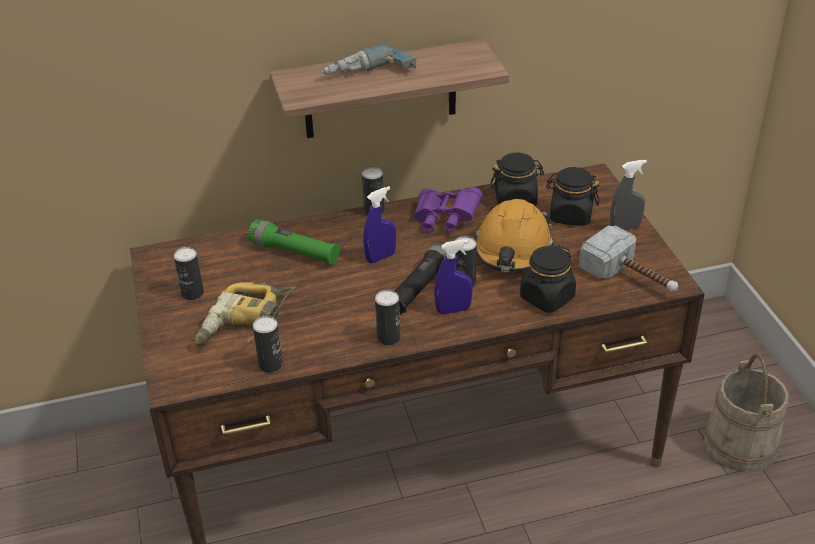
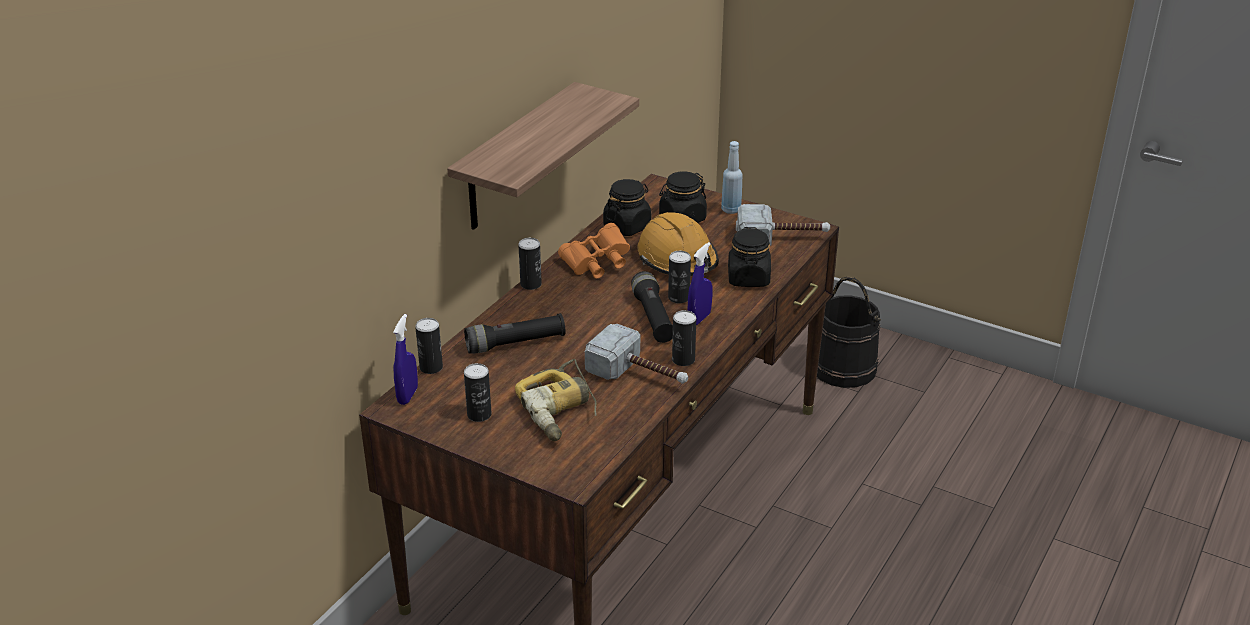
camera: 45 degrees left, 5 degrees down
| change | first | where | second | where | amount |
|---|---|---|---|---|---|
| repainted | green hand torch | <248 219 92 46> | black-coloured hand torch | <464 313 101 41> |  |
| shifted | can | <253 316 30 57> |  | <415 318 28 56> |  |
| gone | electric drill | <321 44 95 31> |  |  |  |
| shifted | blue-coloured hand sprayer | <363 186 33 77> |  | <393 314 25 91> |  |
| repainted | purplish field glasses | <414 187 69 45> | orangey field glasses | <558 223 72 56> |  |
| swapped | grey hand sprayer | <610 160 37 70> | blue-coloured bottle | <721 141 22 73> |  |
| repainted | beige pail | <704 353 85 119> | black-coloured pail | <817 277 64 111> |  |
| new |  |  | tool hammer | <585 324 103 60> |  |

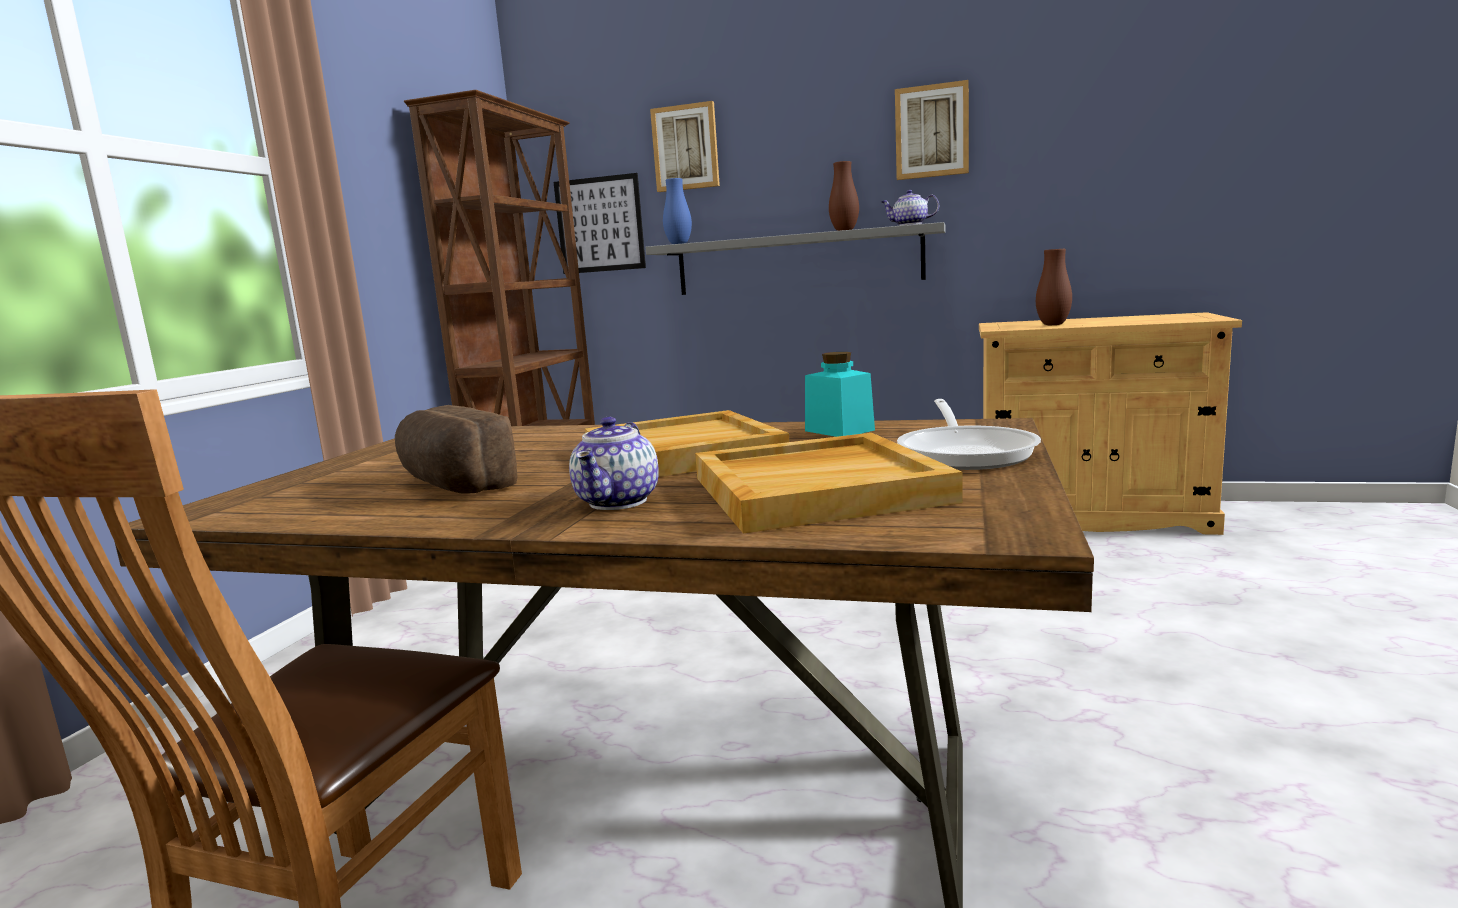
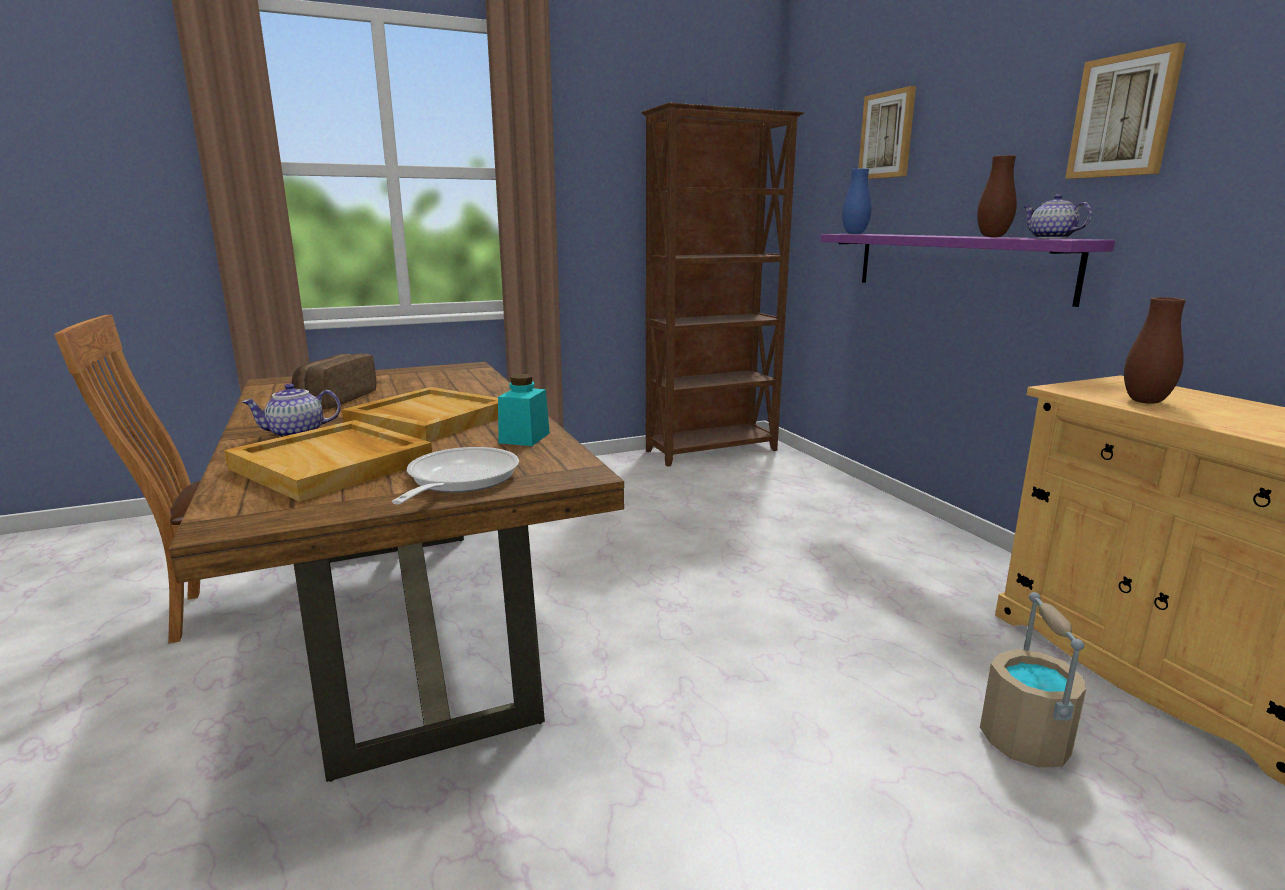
camera: 50 degrees right, 5 degrees up
| change | first | where | second | where | amount |
|---|---|---|---|---|---|
| gone | wall picture | <554 173 92 101> |  |  |  |
| repainted | grey shelf | <646 222 299 73> | purplish shelf | <821 234 294 73> |  |
| rotated | pan | <897 399 144 71> |  | <392 447 127 57> | 135 degrees clockwise |
| new |  |  | beige pail | <980 592 106 175> |  |

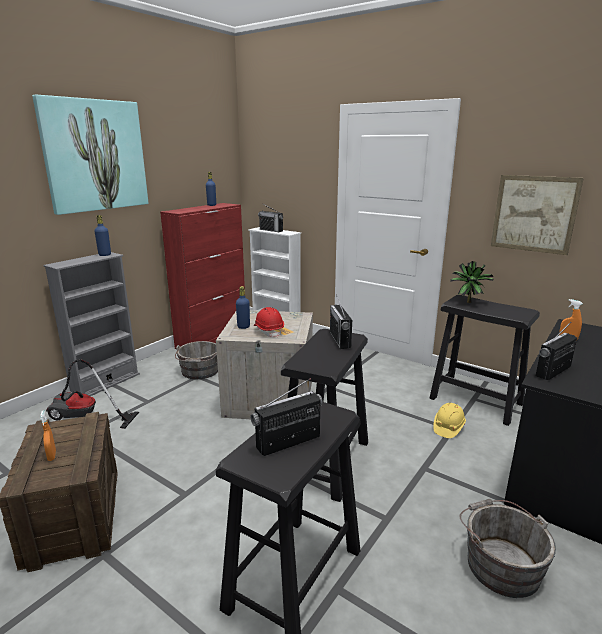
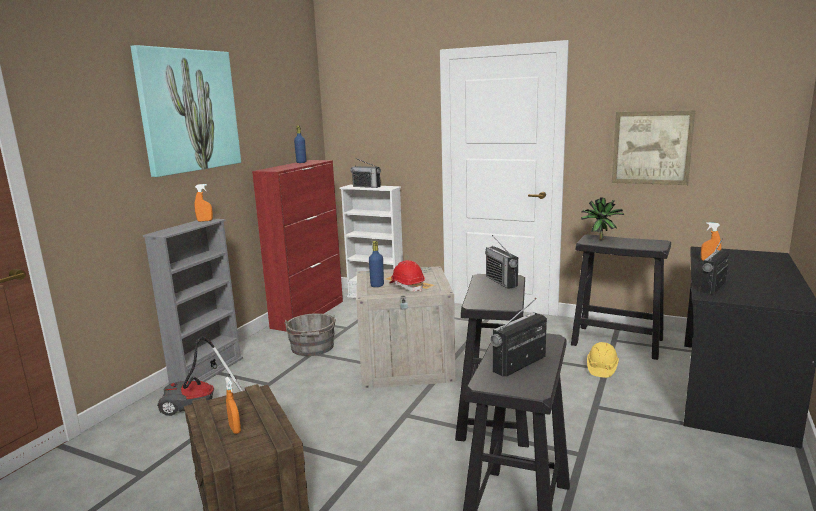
camera: 10 degrees left, 5 degrees down
| change | first | where | second | where | amount |
|---|---|---|---|---|---|
| swapped | blue-coloured bottle | <94 215 17 41> | orangey hand sprayer | <195 184 18 38> |  |
| gone | grey pail | <459 499 97 99> |  |  |  |

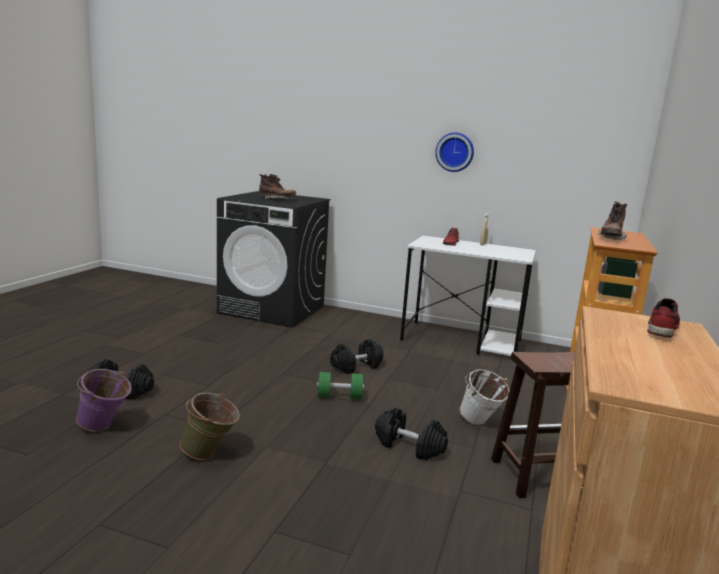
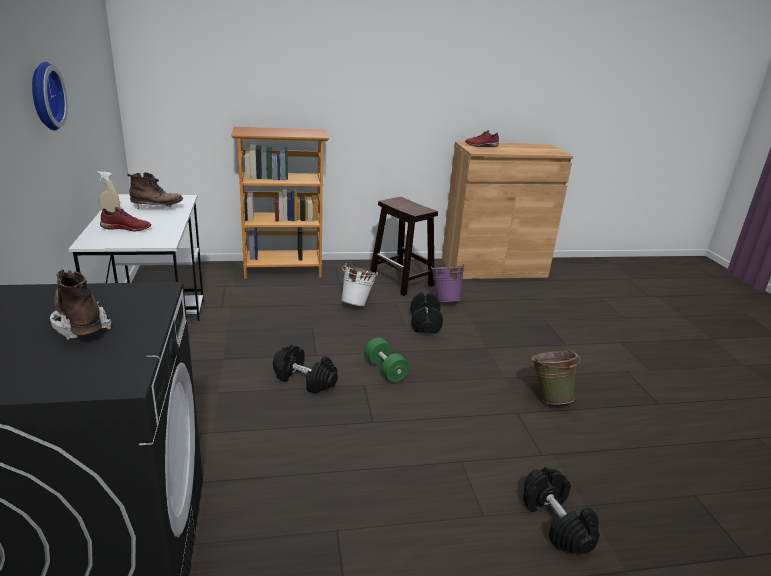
camera: 120 degrees left, 10 degrees up
| change | first | where | second | where | amount |
|---|---|---|---|---|---|
| shifted | purplish pail | <76 369 56 63> |  | <431 264 35 38> |  |
| shifted | brown high-top boot | <598 202 29 38> |  | <127 172 56 37> |  |

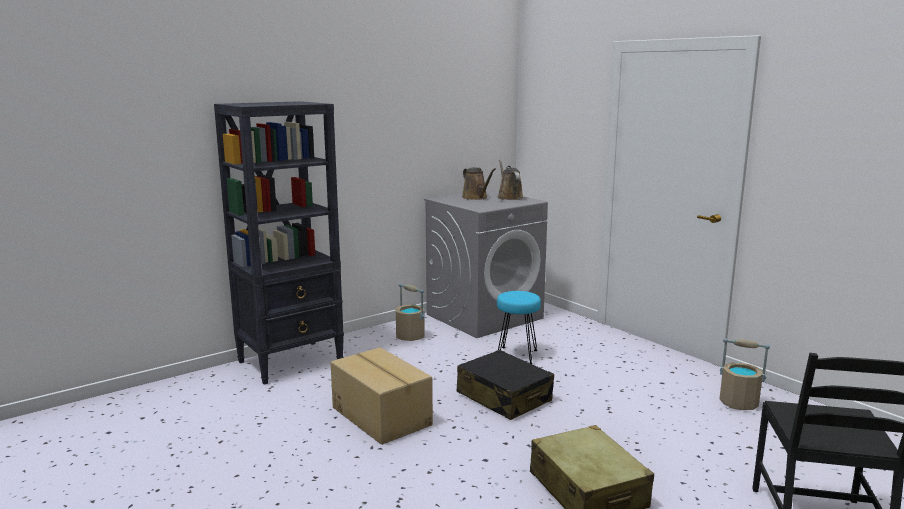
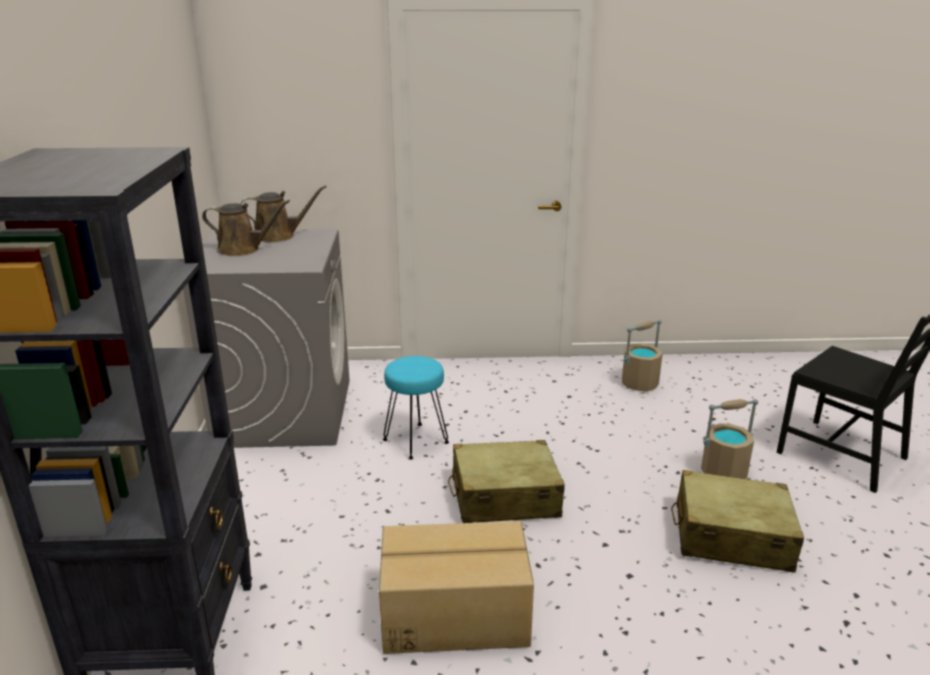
camera: 55 degrees left, 10 degrees up
| change | first | where | second | where | amount |
|---|---|---|---|---|---|
| shifted | beige pail | <396 283 29 58> |  | <701 399 57 80> |  |
| repainted | black-coloured suitcase | <457 350 97 70> | beige suitcase | <448 440 117 83> |  |
| rotated | brown sprinkling can | <498 160 26 40> |  | <241 185 86 57> | 150 degrees clockwise |

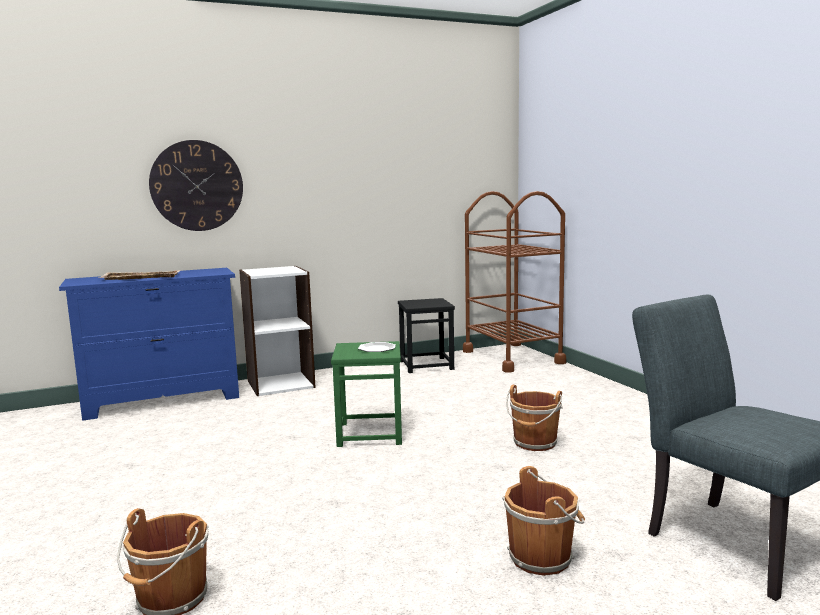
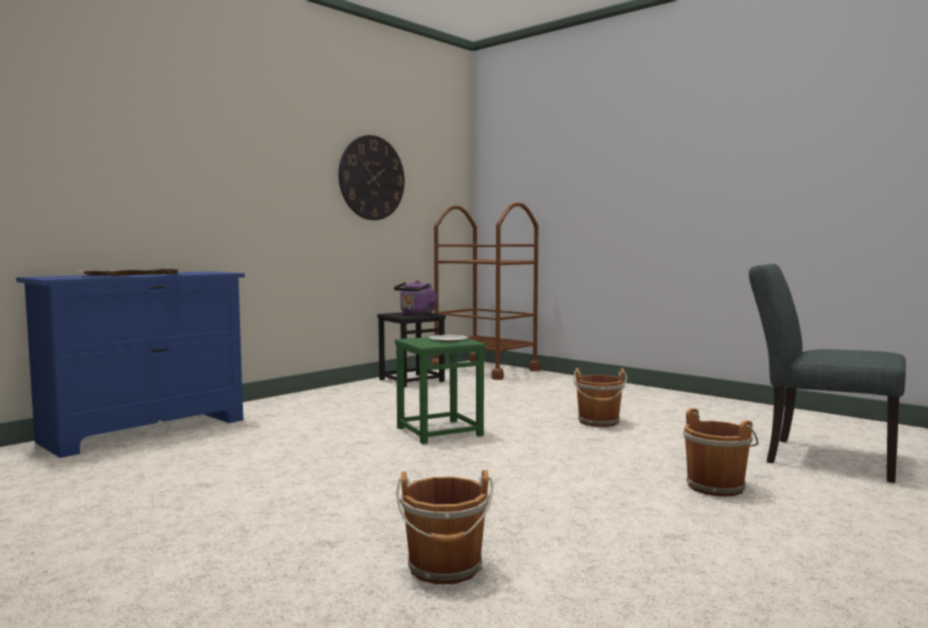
camera: 25 degrees left, 5 degrees down
| change | first | where | second | where | amount |
|---|---|---|---|---|---|
| shifted | hanging clock | <149 140 94 91> |  | <338 135 67 85> |  |
| gone | white-coloured bookshelf | <239 266 77 130> |  |  |  |
| new |  |  | purplish tea kettle | <394 280 44 35> |  |

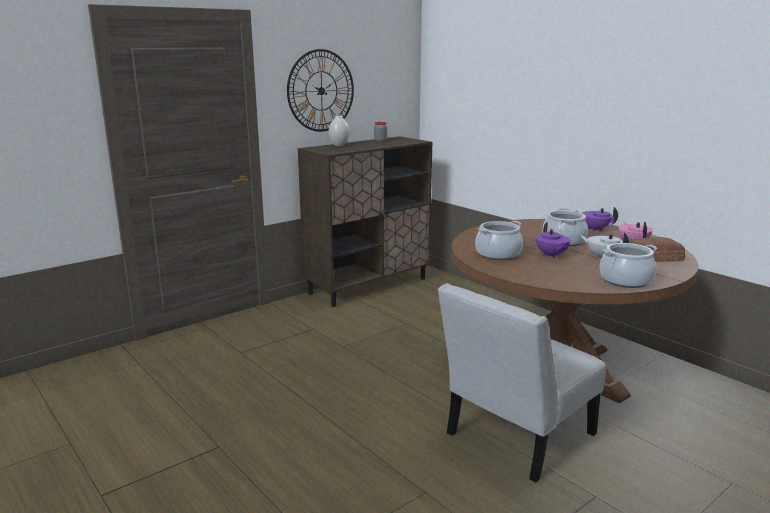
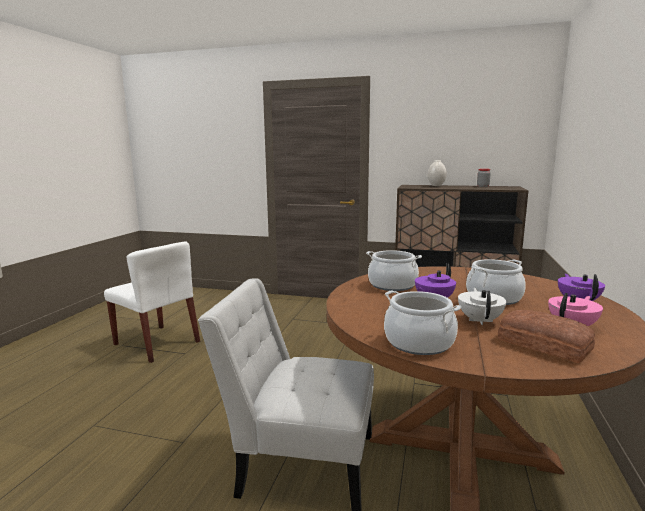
camera: 55 degrees right, 5 degrees down
| change | first | where | second | where | amount |
|---|---|---|---|---|---|
| gone | hanging clock | <287 49 67 83> |  |  |  |
| new |  |  | white-coloured chair | <104 241 96 122> |  |

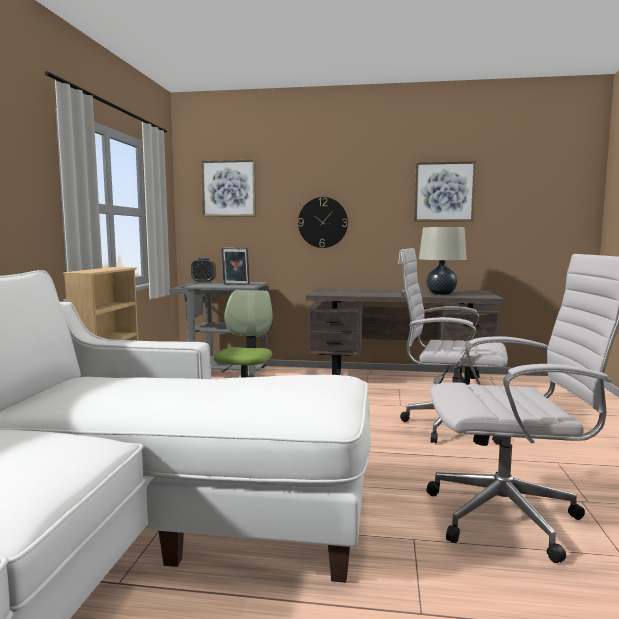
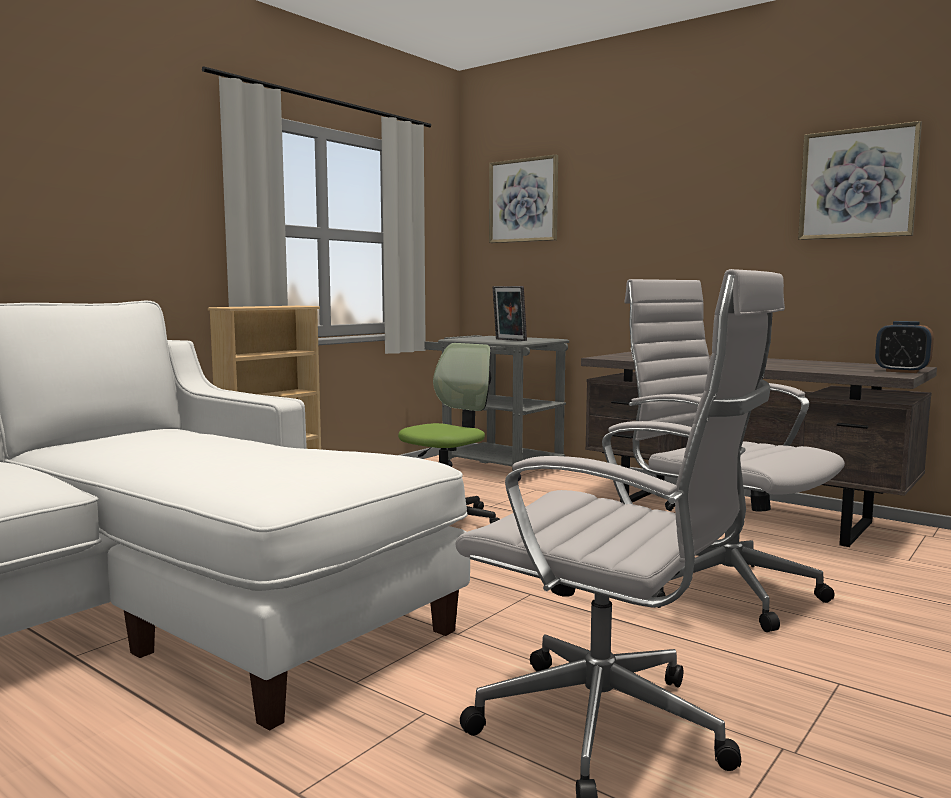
camera: 30 degrees right, 0 degrees up
| change | first | where | second | where | amount |
|---|---|---|---|---|---|
| shifted | table clock | <191 258 25 24> |  | <875 321 59 52> |  |
| gone | hanging clock | <298 197 50 51> |  |  |  |
| gone | beige tabletop lamp | <419 227 48 68> |  |  |  |

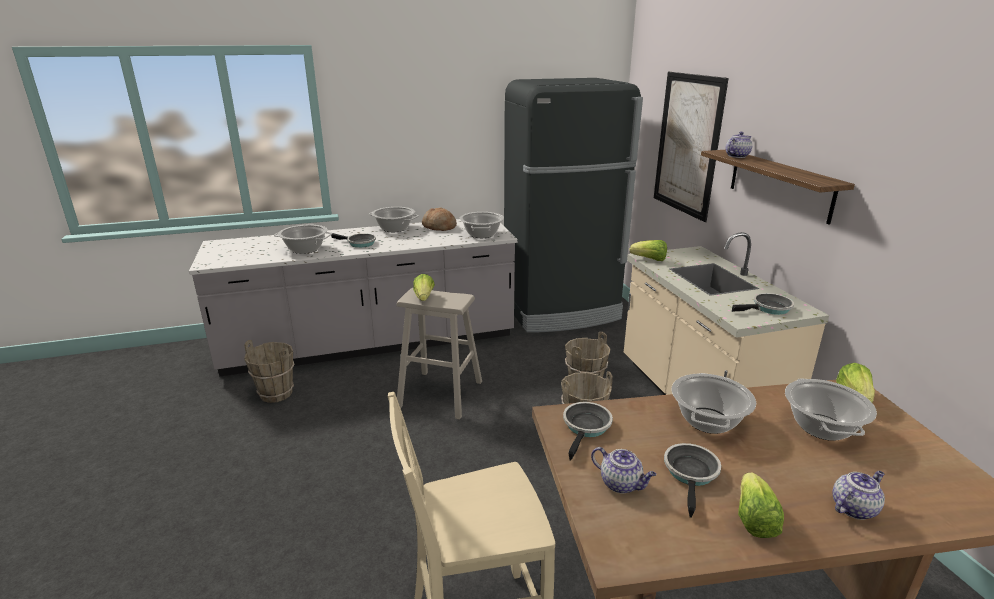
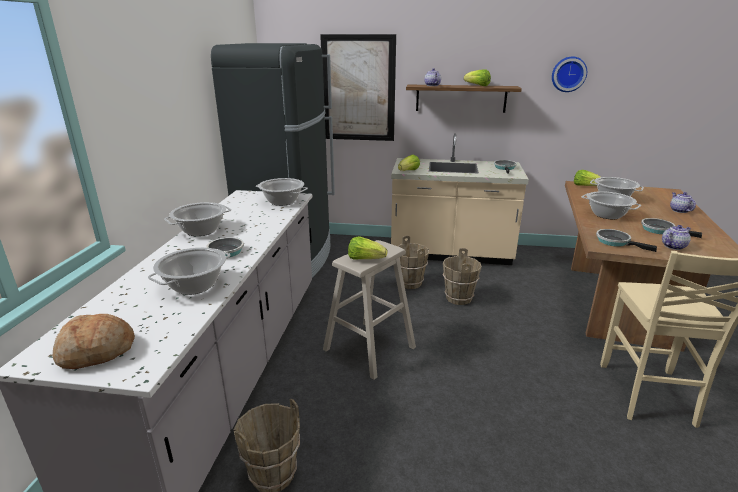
camera: 65 degrees left, 0 degrees up
| change | first | where | second | where | amount |
|---|---|---|---|---|---|
| shifted | bakery bread | <422 207 35 24> |  | <53 314 82 55> |  |
| shifted | lettuce head | <738 472 46 66> |  | <464 69 27 17> |  |
| new |  |  | hanging clock | <552 57 35 35> |  |

